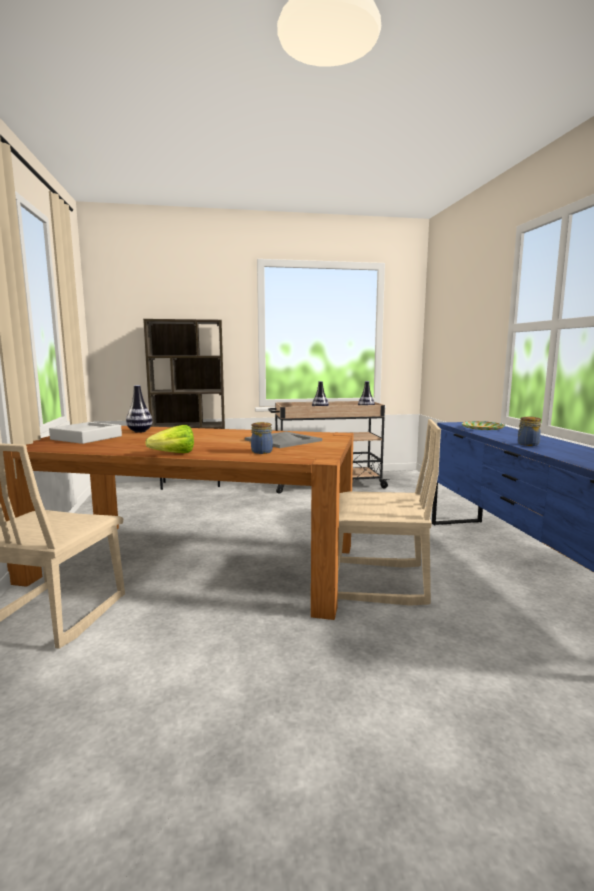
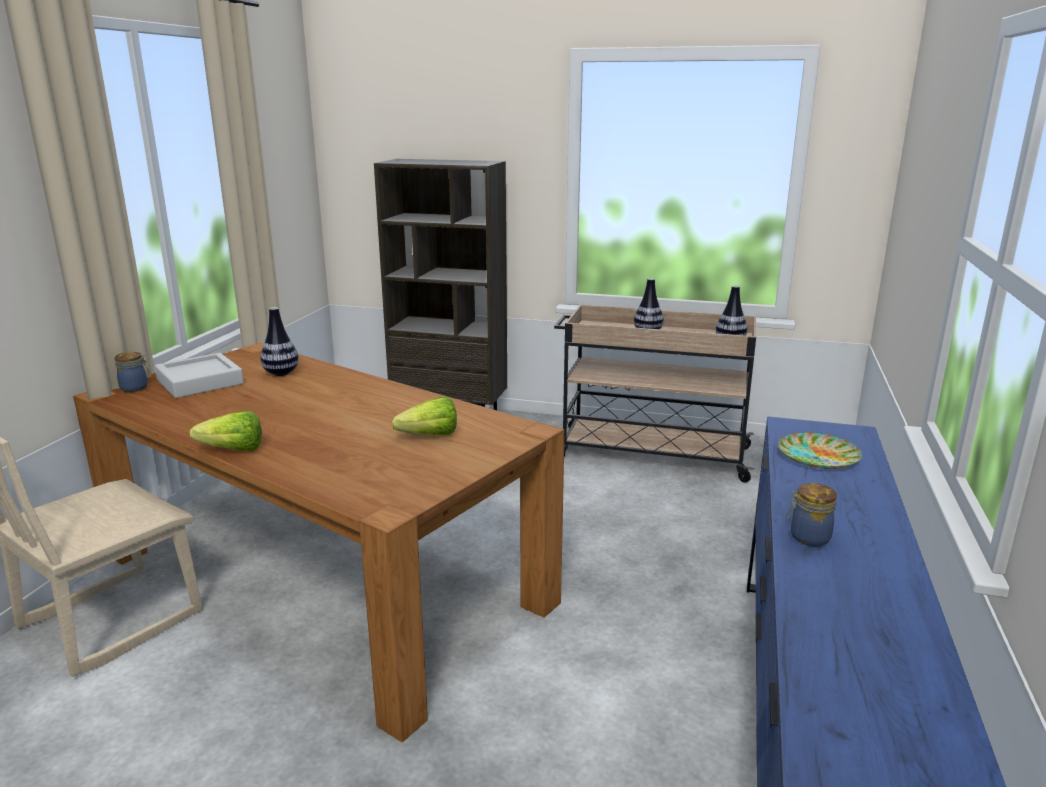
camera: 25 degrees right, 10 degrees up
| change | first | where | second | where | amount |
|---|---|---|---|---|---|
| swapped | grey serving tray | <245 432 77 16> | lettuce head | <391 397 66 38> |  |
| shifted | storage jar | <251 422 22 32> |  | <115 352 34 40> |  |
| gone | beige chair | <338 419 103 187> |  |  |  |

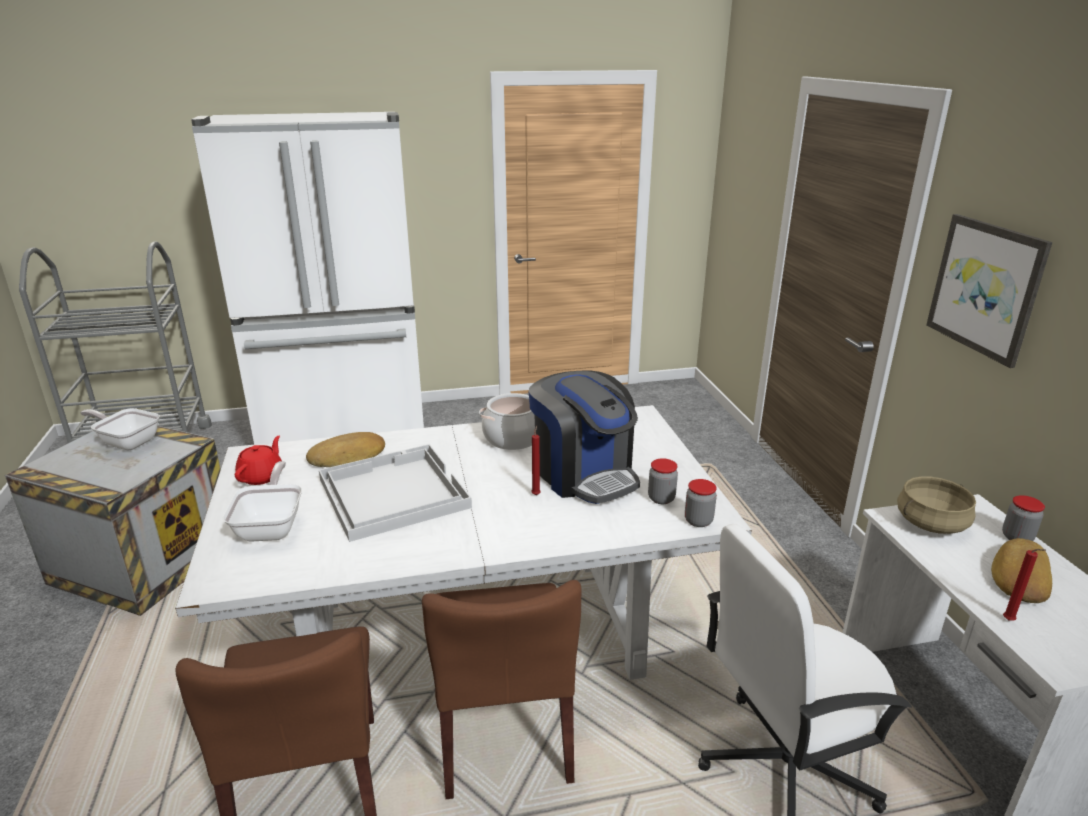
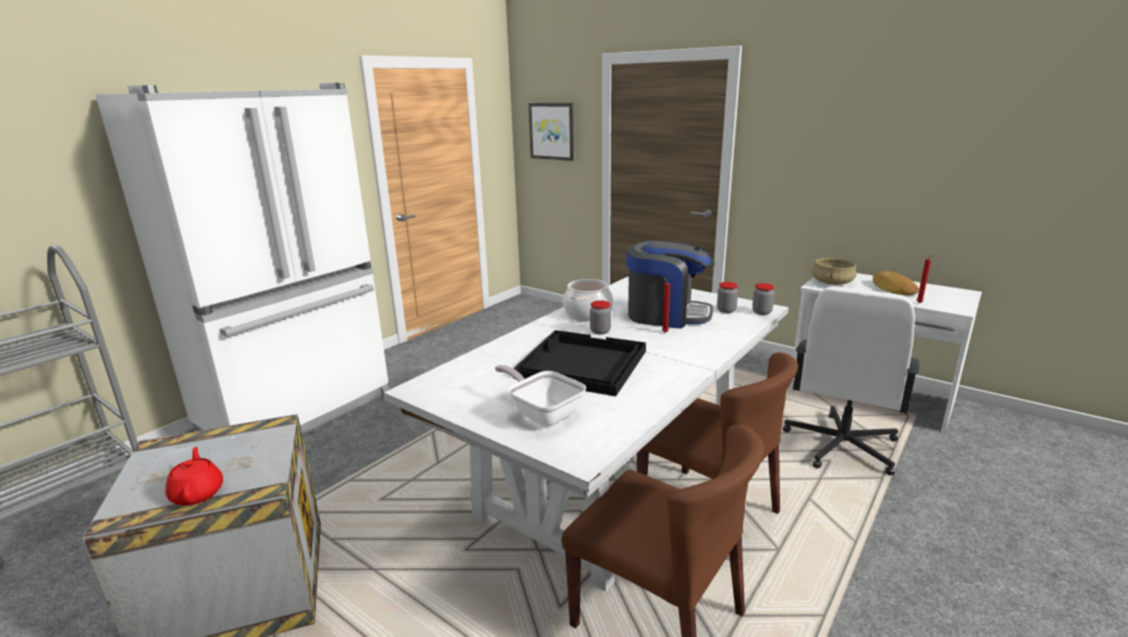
camera: 40 degrees left, 5 degrees down
| change | first | where | second | where | amount |
|---|---|---|---|---|---|
| gone | pan | <80 408 80 42> |  |  |  |
| shifted | red teapot | <235 436 47 49> |  | <165 447 58 59> |  |
| gone | bakery bread | <306 432 79 35> |  |  |  |
| repainted | white-coloured serving tray | <319 444 153 98> | black-coloured serving tray | <513 330 133 66> |  |
| shifted | wall picture | <926 214 126 154> |  | <529 103 45 58> |  |
| shifted | storage jar | <1002 495 43 46> |  | <590 300 21 35> |  |

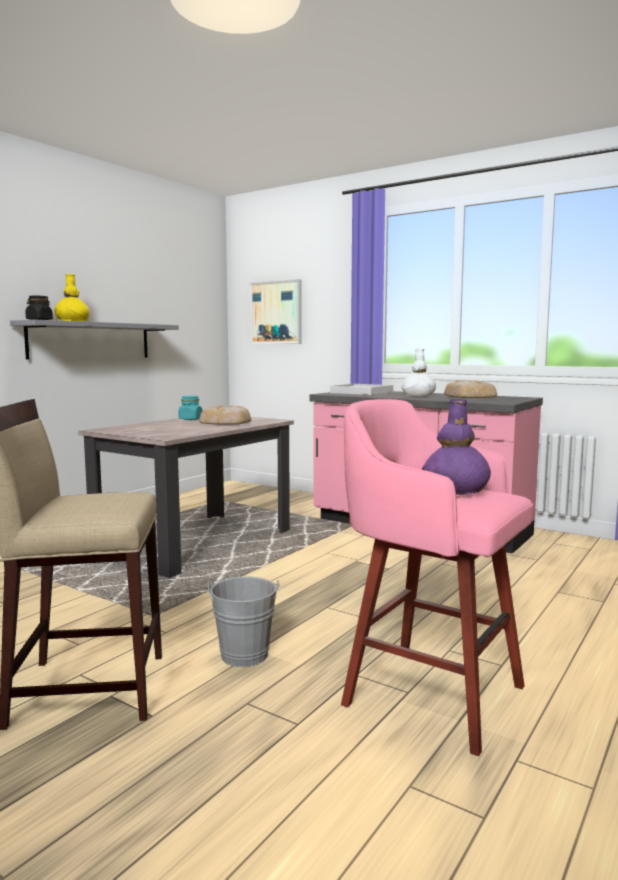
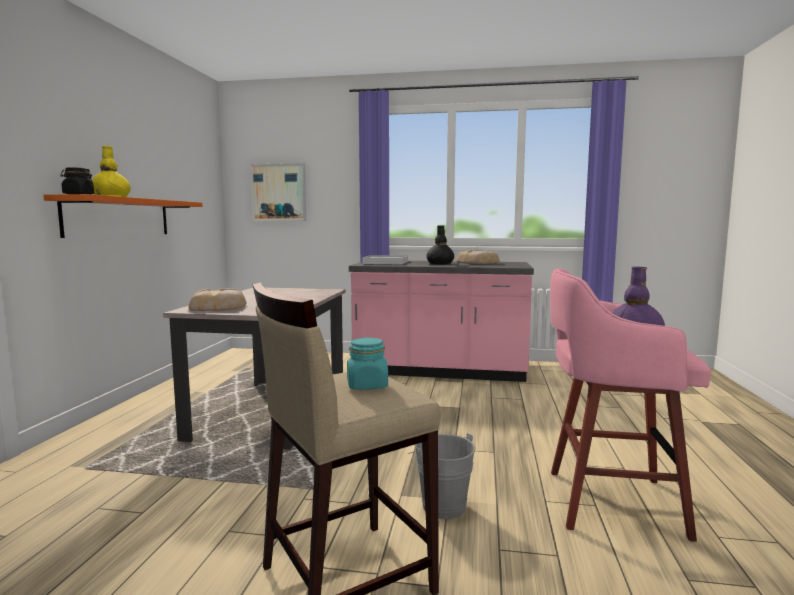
camera: 25 degrees left, 0 degrees up
| change | first | where | second | where | amount |
|---|---|---|---|---|---|
| repainted | grey shelf | <10 320 169 39> | orangey shelf | <43 194 160 44> |  |
| shifted | blue-green storage jar | <178 396 25 24> |  | <347 338 41 52> |  |
| shifted | bakery bread | <199 405 52 19> |  | <189 288 57 23> |  |
| repainted | white-coloured vase | <402 349 34 48> | black-coloured vase | <426 225 28 40> |  |

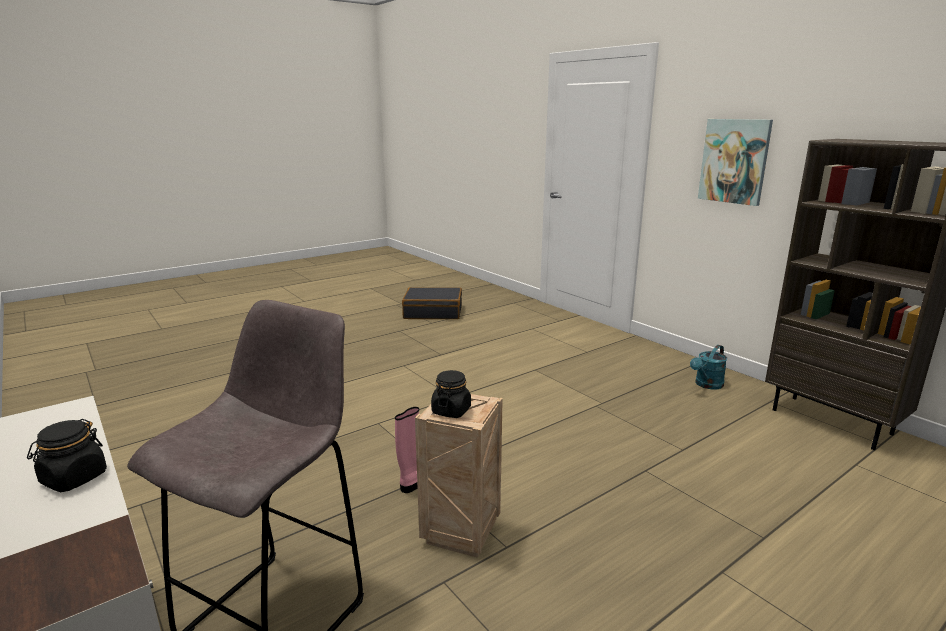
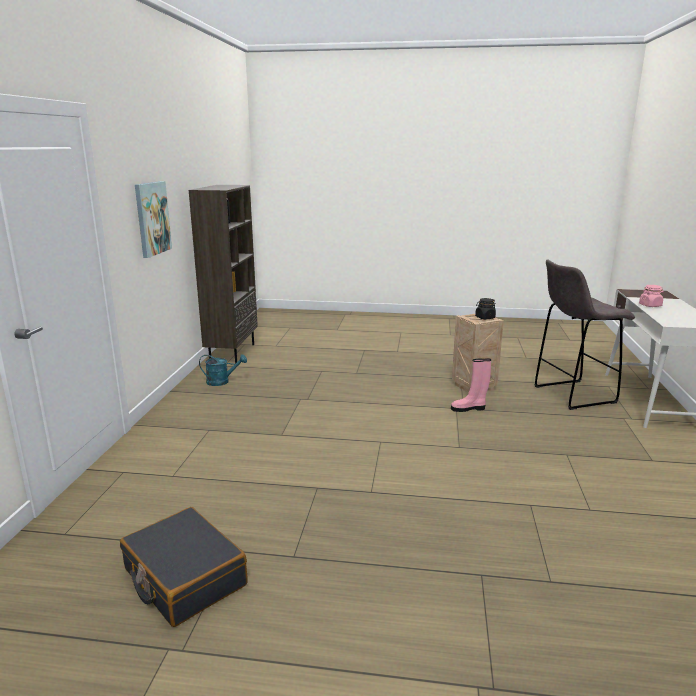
camera: 135 degrees left, 0 degrees up
| change | first | where | second | where | amount |
|---|---|---|---|---|---|
| repainted | black-coloured storage jar | <27 419 80 73> | pinkish storage jar | <639 285 24 22> |  |

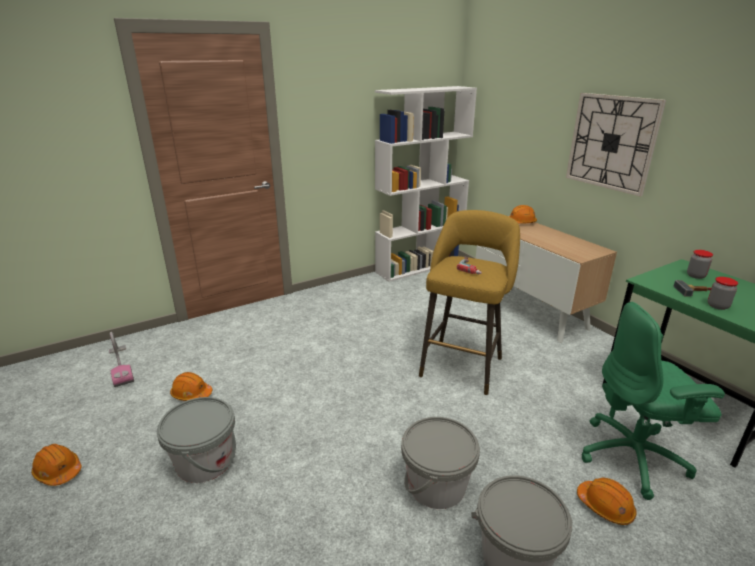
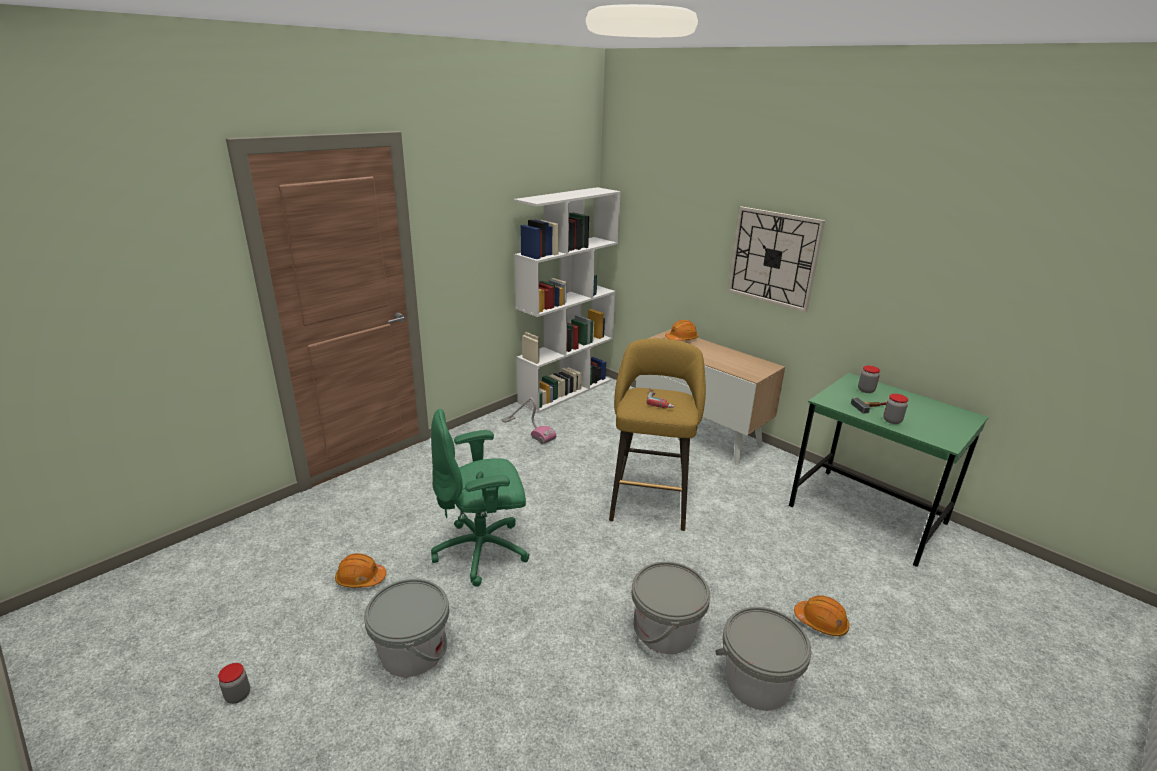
camera: 15 degrees left, 0 degrees up
| change | first | where | second | where | amount |
|---|---|---|---|---|---|
| swapped | orangey hard hat | <31 444 51 42> | storage jar | <218 663 32 41> |  |
| shifted | vacuum cleaner | <109 332 25 55> |  | <501 398 55 46> |  |
| shifted | green desk chair | <582 302 143 198> |  | <431 409 99 178> |  |

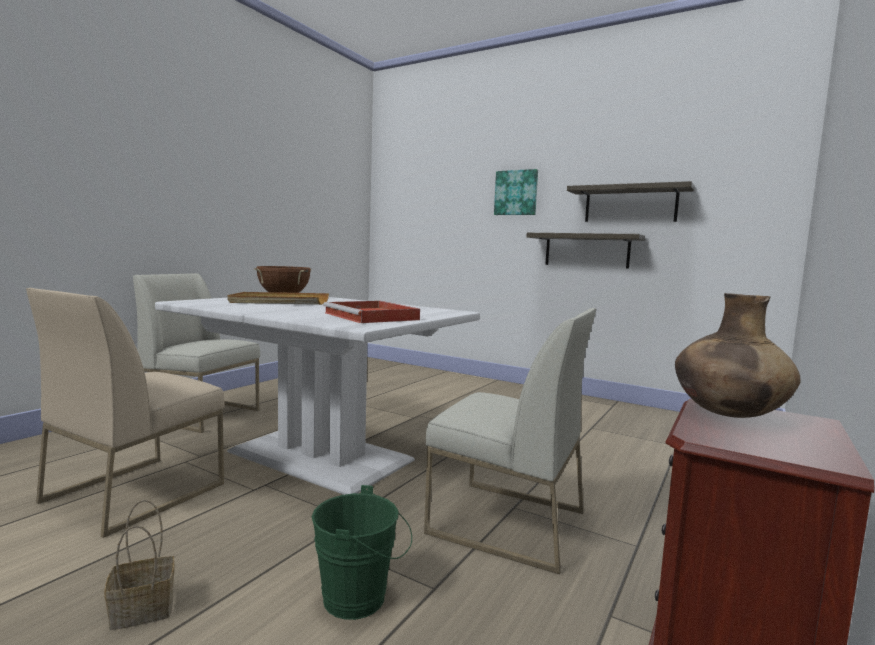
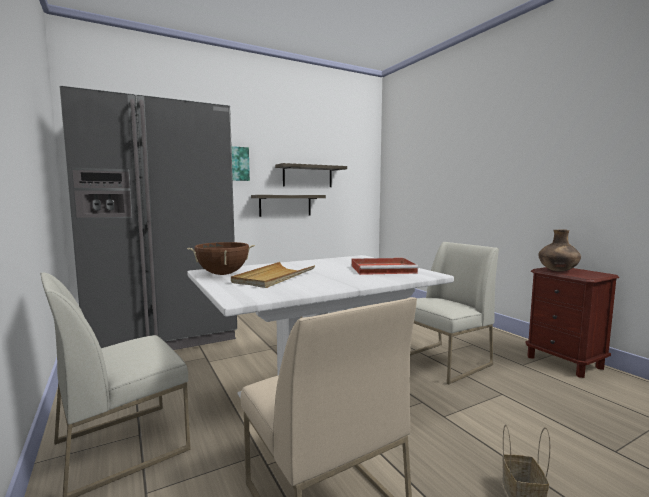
camera: 60 degrees left, 0 degrees up
| change | first | where | second | where | amount |
|---|---|---|---|---|---|
| gone | green pail | <312 485 100 135> |  |  |  |
| new |  |  | grey fridge | <60 86 177 264> |  |

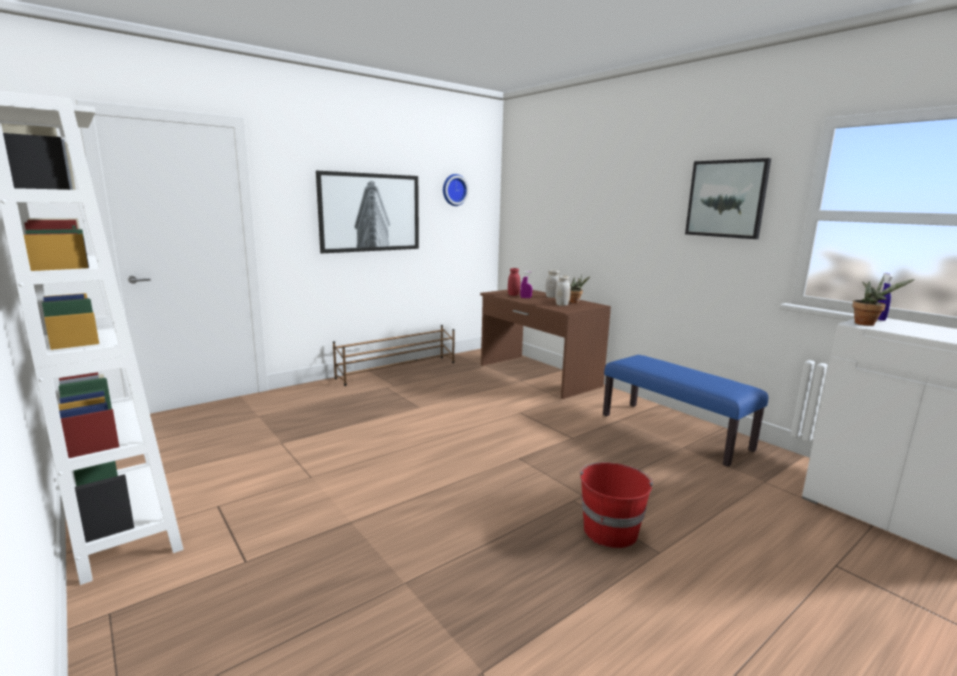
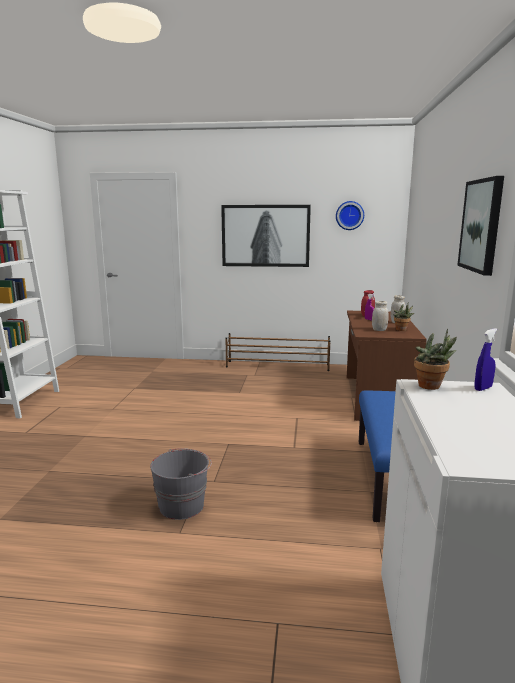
camera: 45 degrees right, 0 degrees up
| change | first | where | second | where | amount |
|---|---|---|---|---|---|
| repainted | red pail | <580 462 73 86> | grey pail | <150 448 62 72> |  |

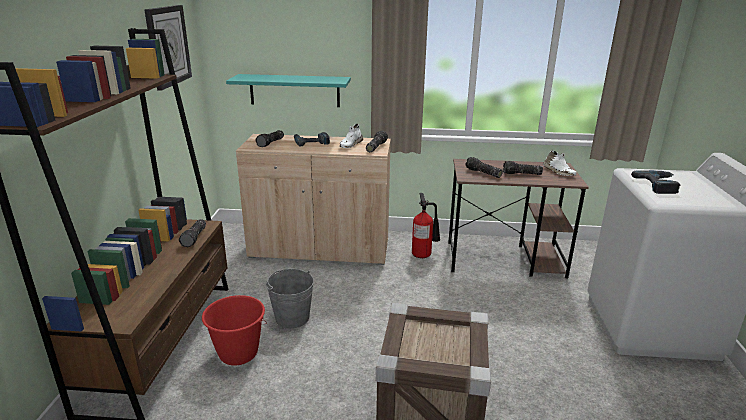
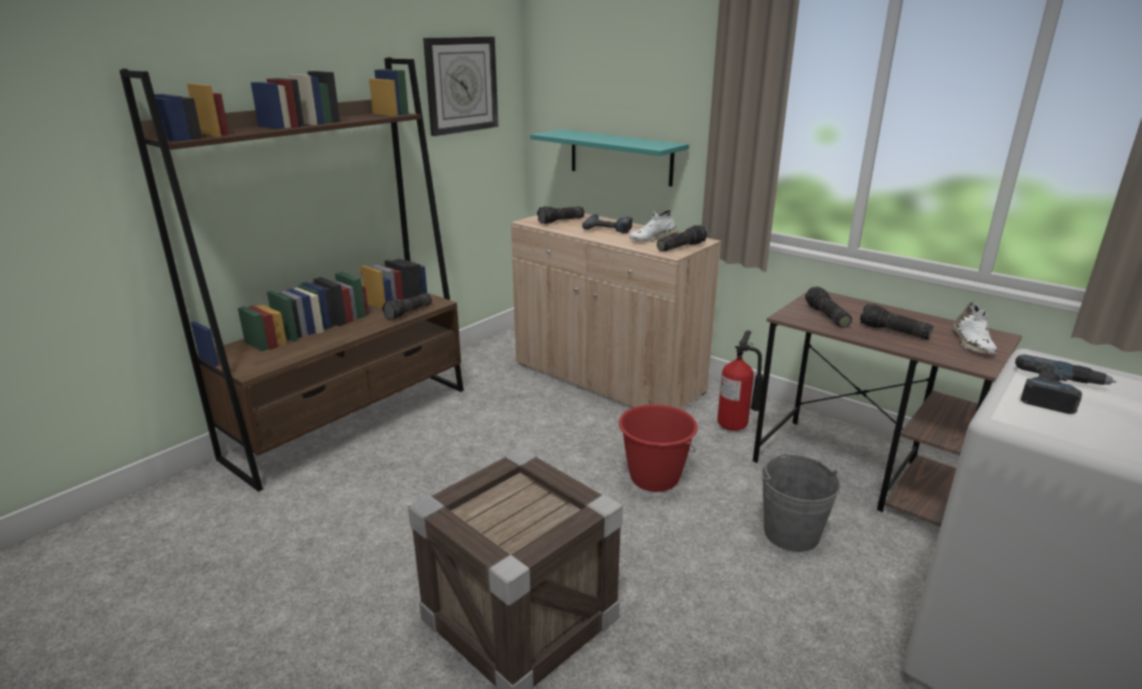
camera: 35 degrees right, 0 degrees up
| change | first | where | second | where | amount |
|---|---|---|---|---|---|
| shifted | red pail | <202 295 65 71> |  | <619 404 79 88> |  |
| shifted | grey pail | <266 269 48 59> |  | <762 454 79 98> |  |

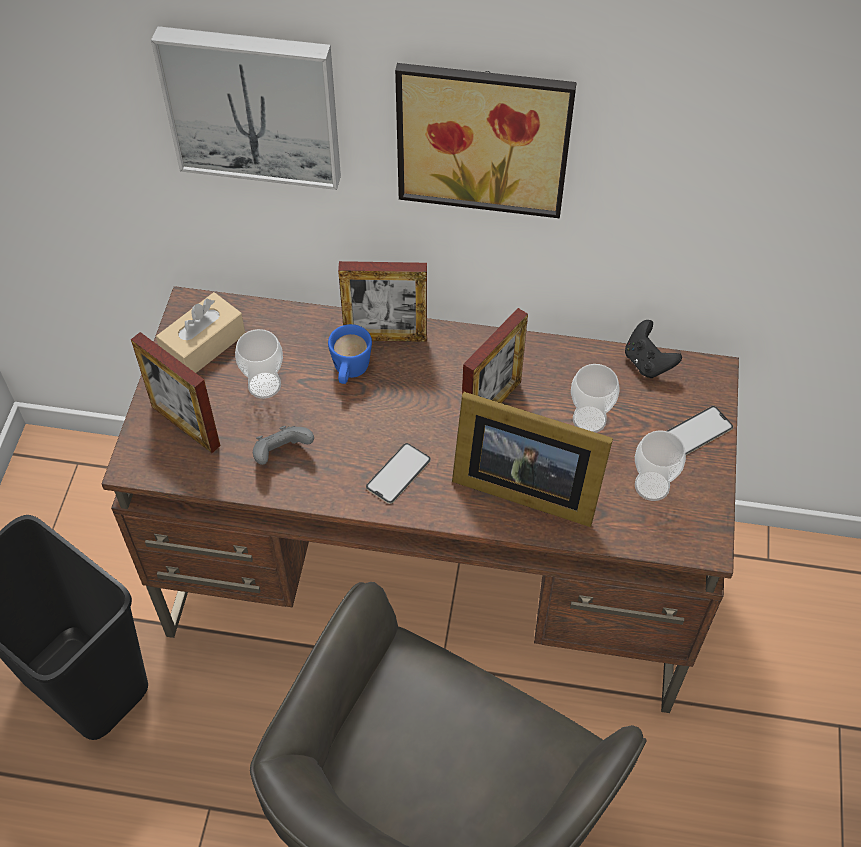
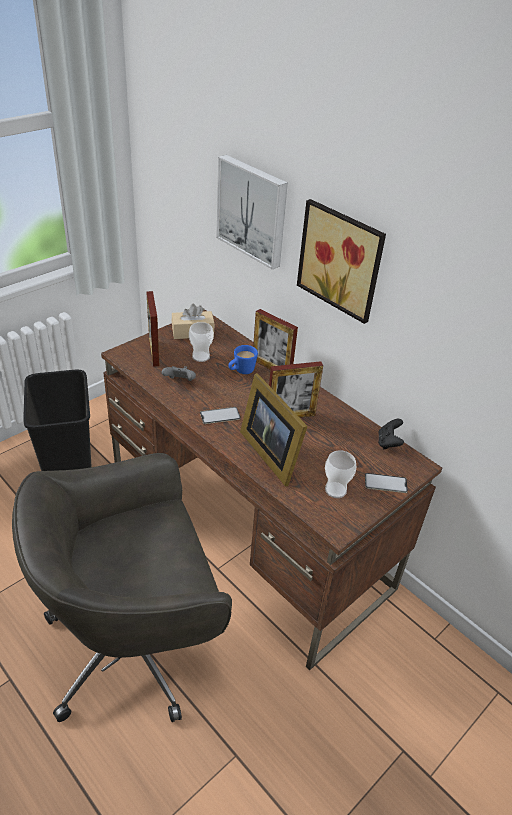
camera: 35 degrees right, 15 degrees down
| change | first | where | second | where | amount |
|---|---|---|---|---|---|
| gone | small cup | <571 364 48 69> |  |  |  |

